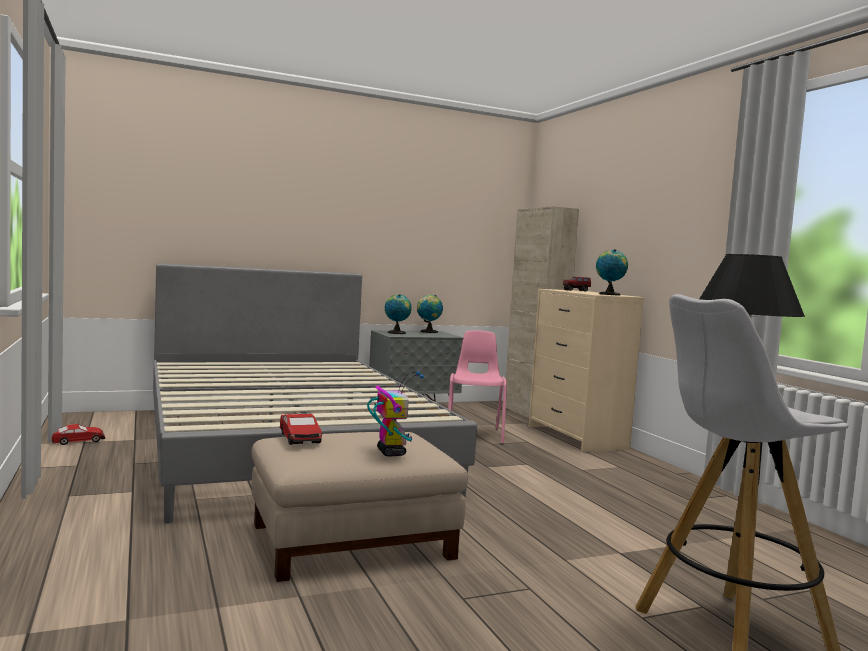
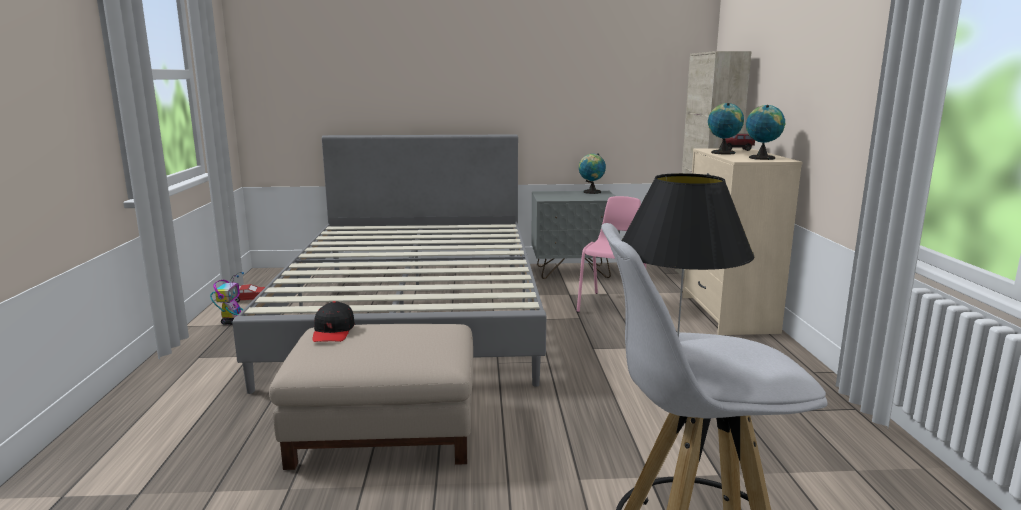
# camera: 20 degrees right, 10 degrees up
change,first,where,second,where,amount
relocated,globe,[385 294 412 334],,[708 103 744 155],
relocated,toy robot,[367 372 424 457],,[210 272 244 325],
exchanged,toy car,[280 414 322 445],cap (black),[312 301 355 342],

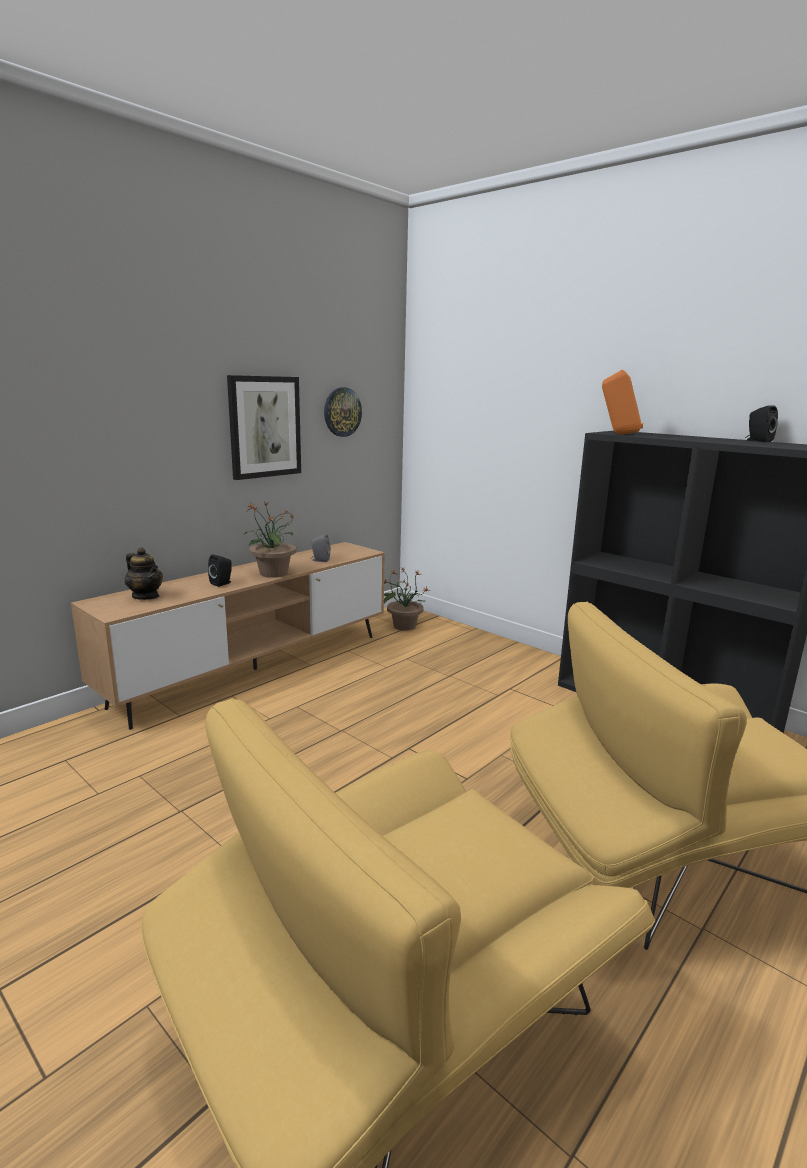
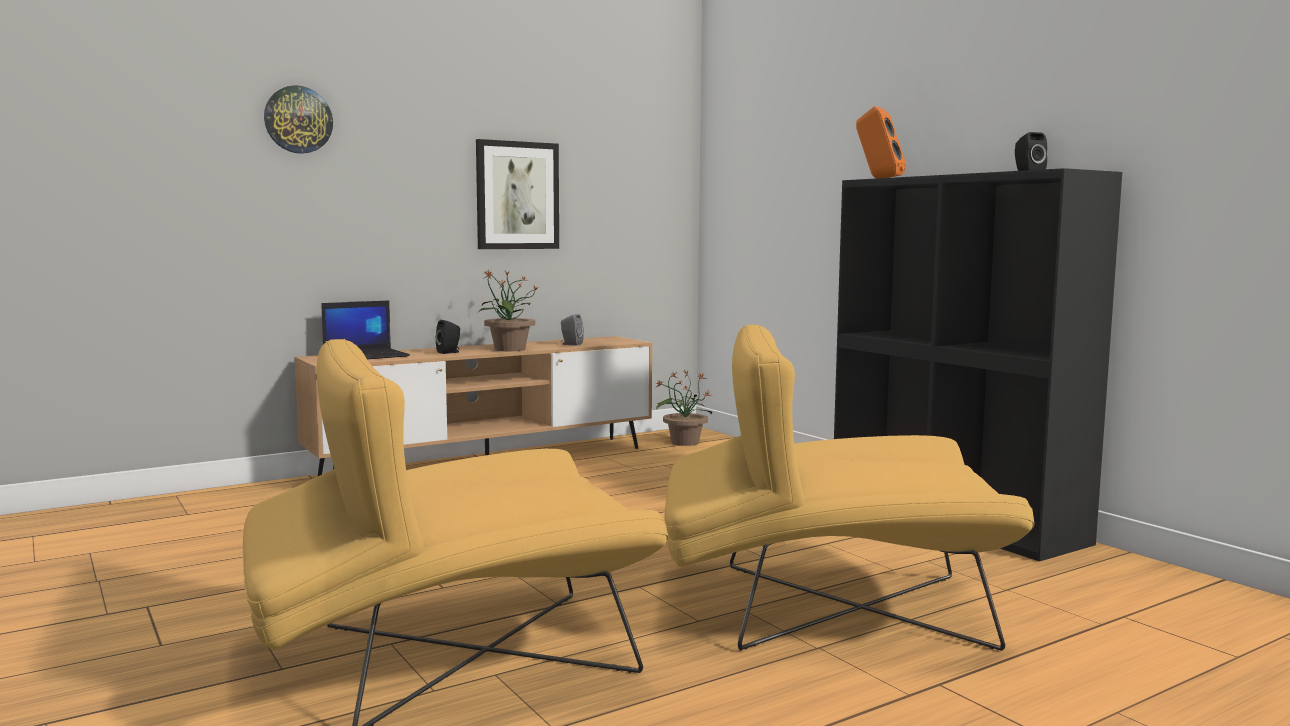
# camera: 15 degrees right, 10 degrees down
change,first,where,second,where,amount
relocated,wall clock,[324 387 362 437],,[264 85 333 154],
exchanged,teapot,[124 547 163 600],laptop,[322 300 410 359],

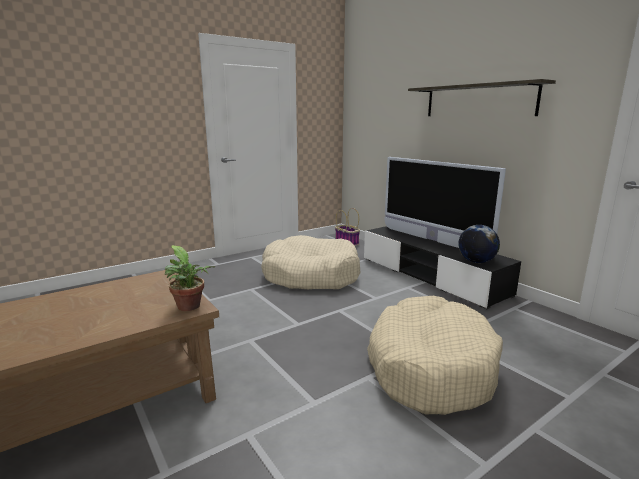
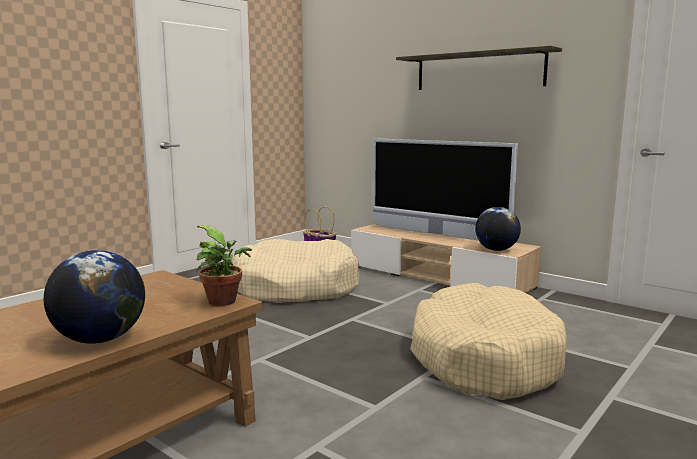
# camera: 15 degrees left, 5 degrees down
change,first,where,second,where,amount
colour,tv stand (black),[364 226 521 309],tv stand (beige),[351 224 541 293],
appeared,,,globe,[43 250 145 344],

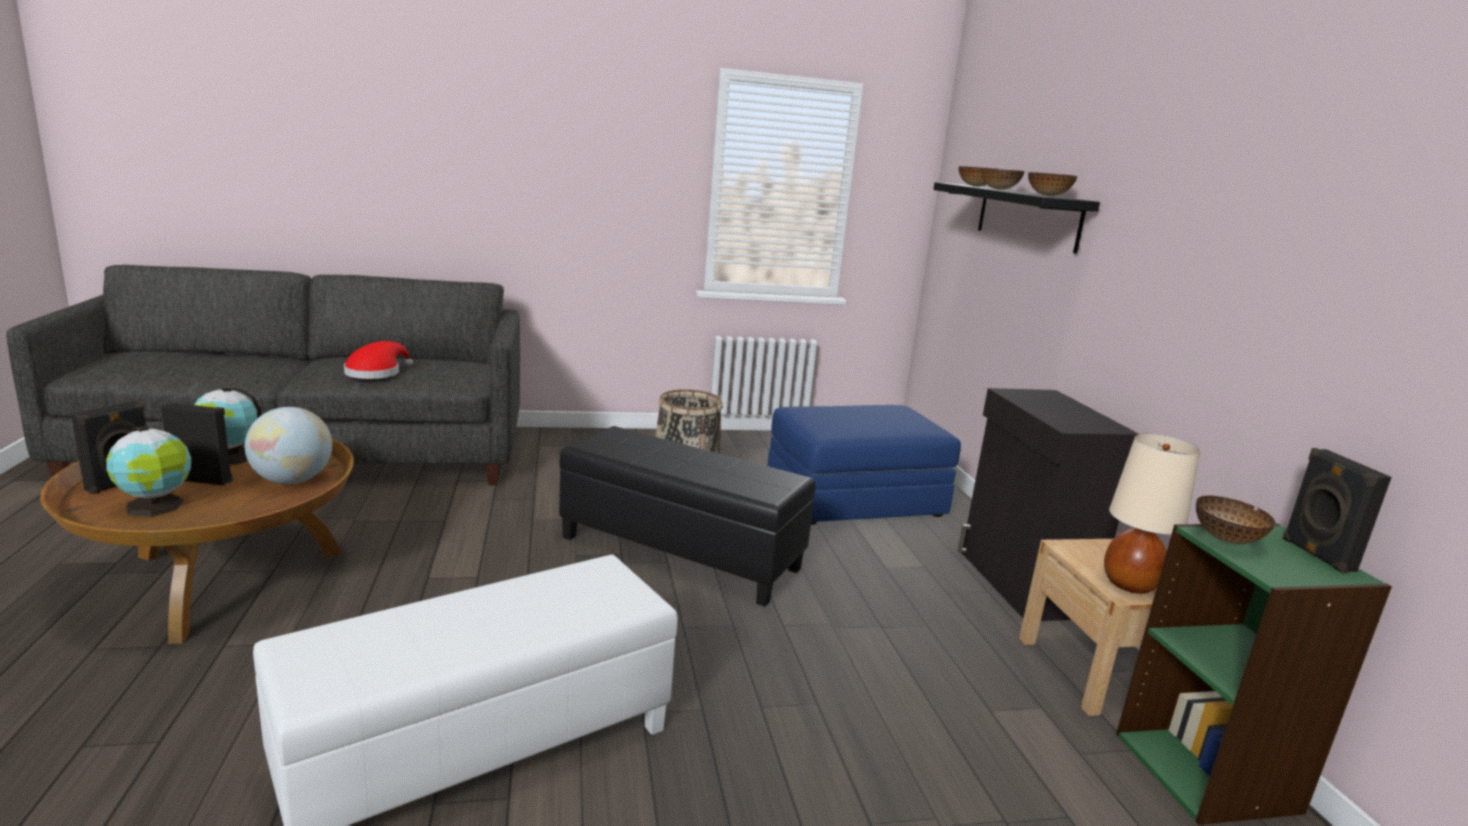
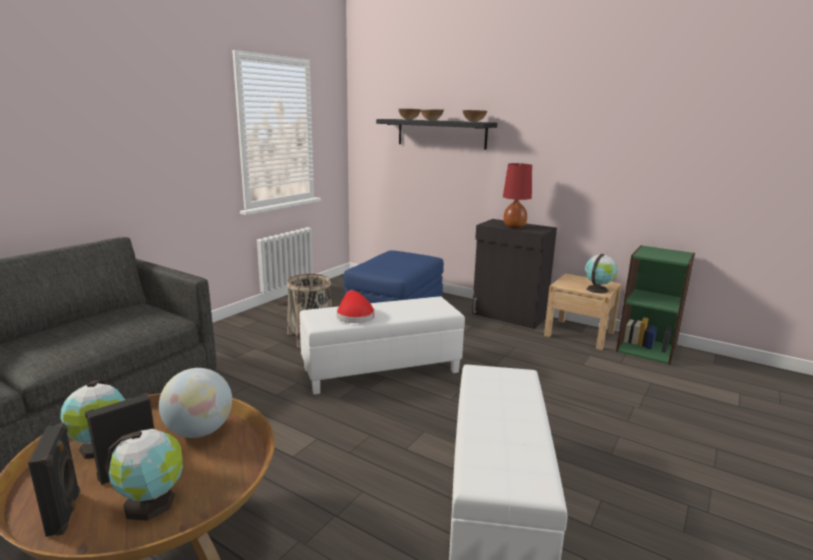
# camera: 45 degrees left, 0 degrees up
change,first,where,second,where,amount
relocated,hat (red),[344 341 413 379],,[337 290 375 323],
colour,ottoman (black),[559 426 816 607],ottoman (white),[299 296 465 394],
exchanged,table lamp (beige),[1104 433 1200 594],globe,[585 254 617 294],
missing,speaker (black),[1282 448 1392 574],,,
missing,bowl,[1196 496 1275 544],,,
appeared,,,table lamp (red),[503 163 532 228],

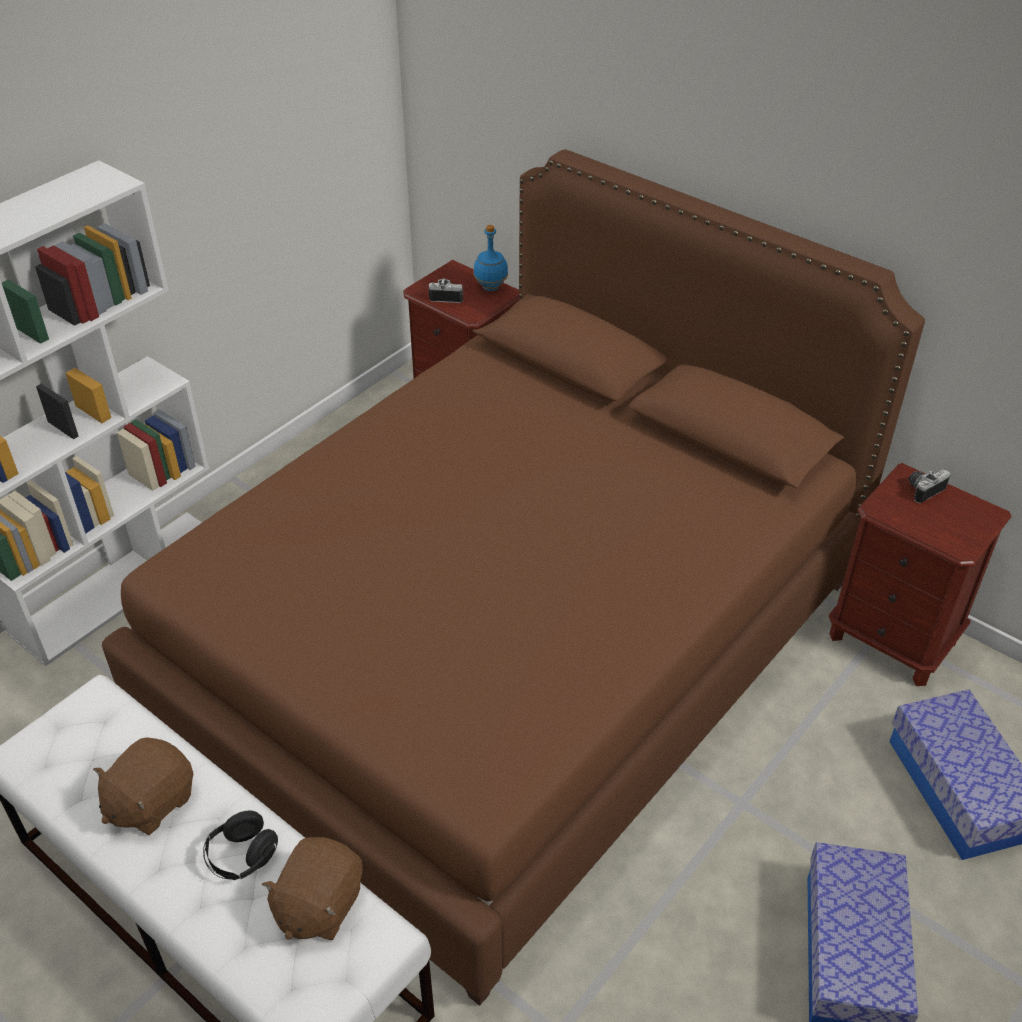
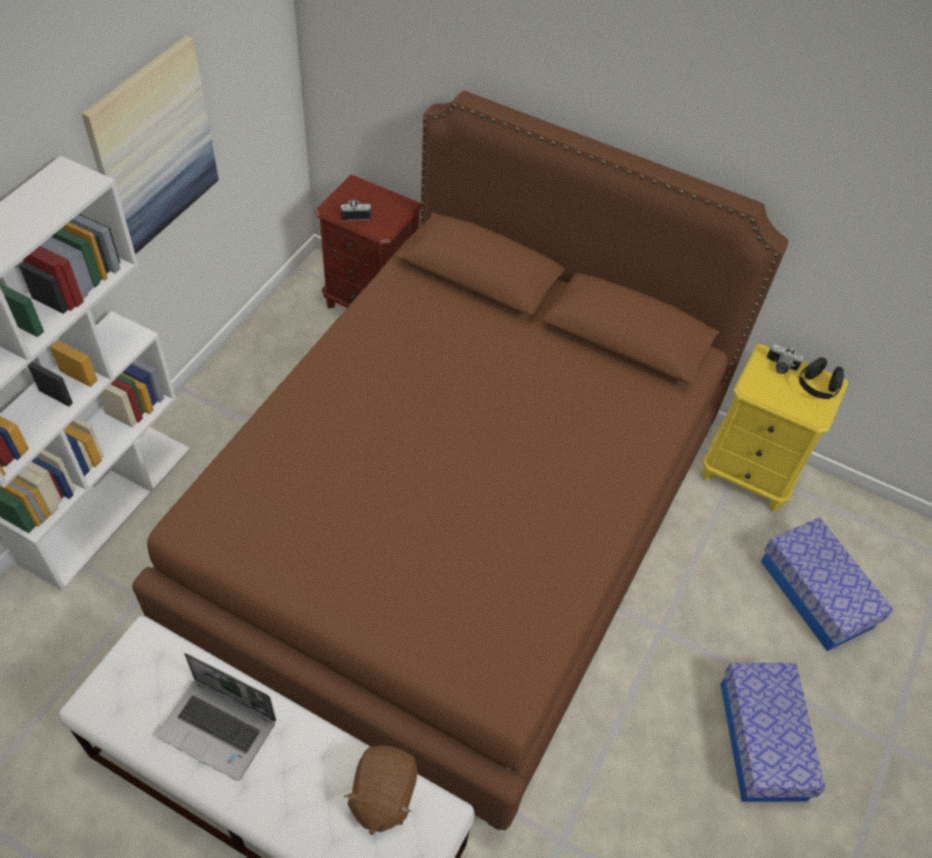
# camera: 15 degrees left, 10 degrees up
change,first,where,second,where,amount
missing,bottle (blue),[474 225 508 291],,,
colour,nightstand (brown),[829 463 1012 686],nightstand (yellow),[702 344 848 511],
spun,photo camera,[908 469 950 503],,[767 344 803 374],105 degrees counterclockwise
exchanged,plush toy (brown),[93 737 193 835],laptop,[156 653 276 781],
relocated,headphones (black),[203 811 278 880],,[798 357 844 399],
appeared,,,picture,[82 36 219 255],

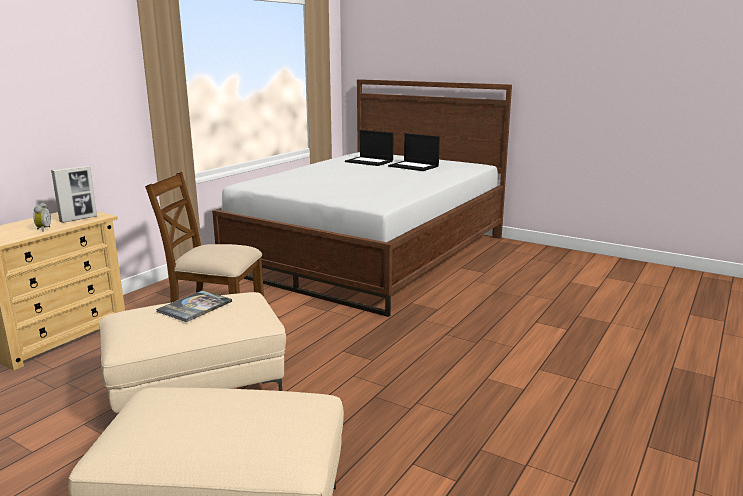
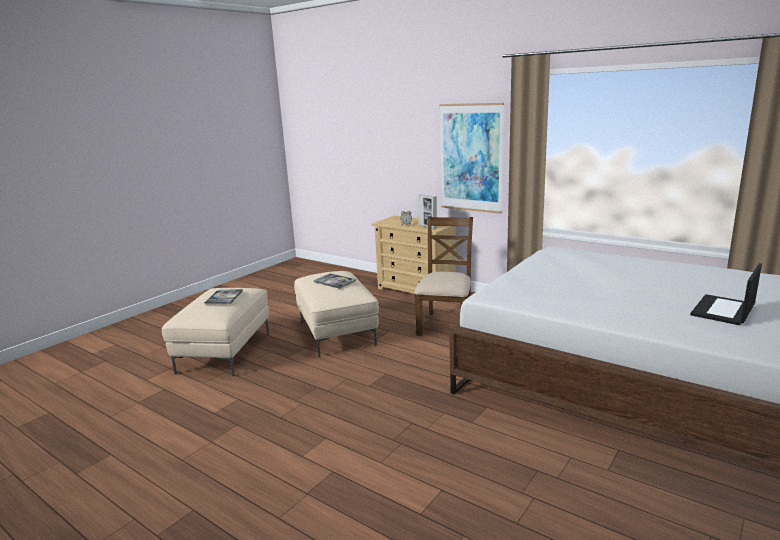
# camera: 95 degrees right, 0 degrees up
change,first,where,second,where,amount
missing,laptop,[345 130 394 166],,,
appeared,,,picture,[439 103 504 214],
appeared,,,book,[204 289 243 304],

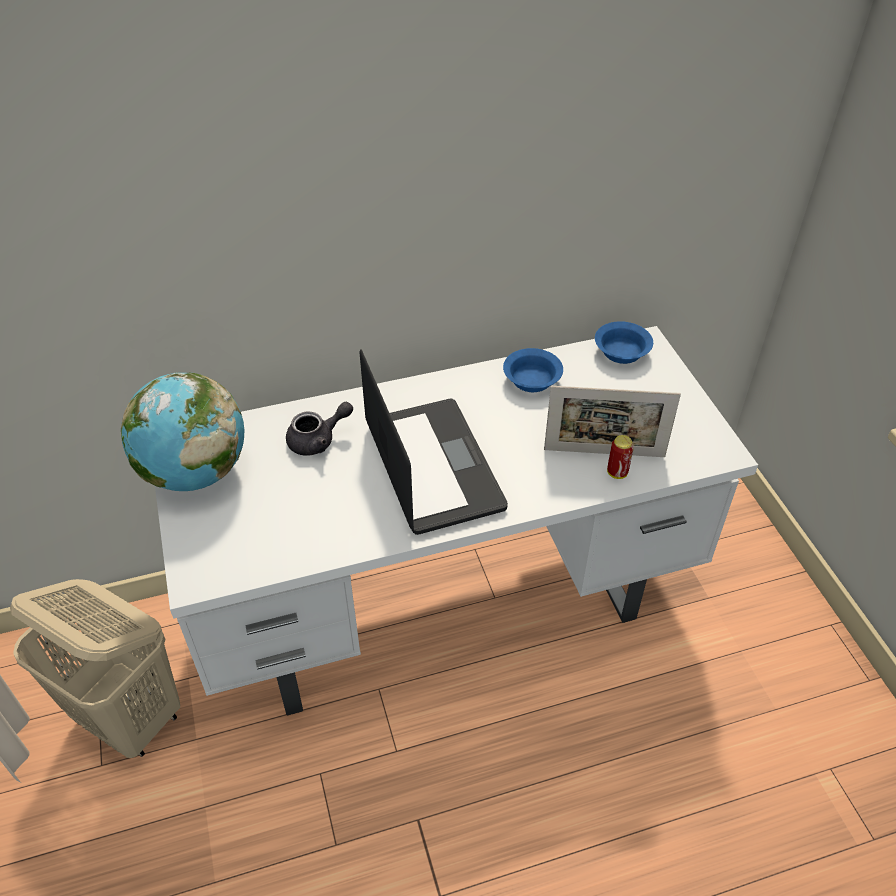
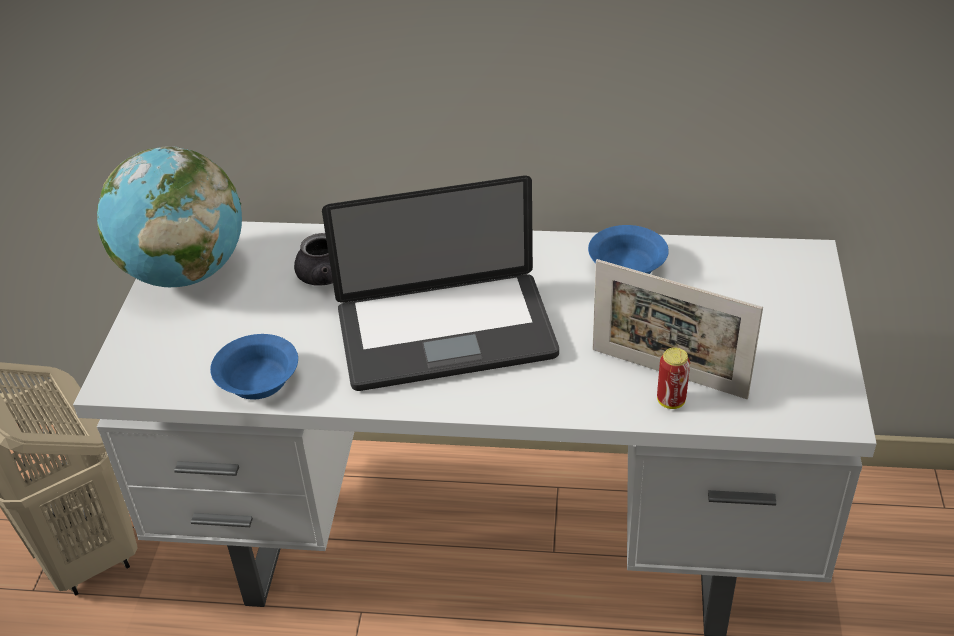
# camera: 25 degrees right, 5 degrees down
change,first,where,second,where,amount
relocated,bowl (blue),[595 321 653 364],,[210 334 298 400],
spun,laptop,[360 349 508 535],,[322 175 559 391],75 degrees clockwise

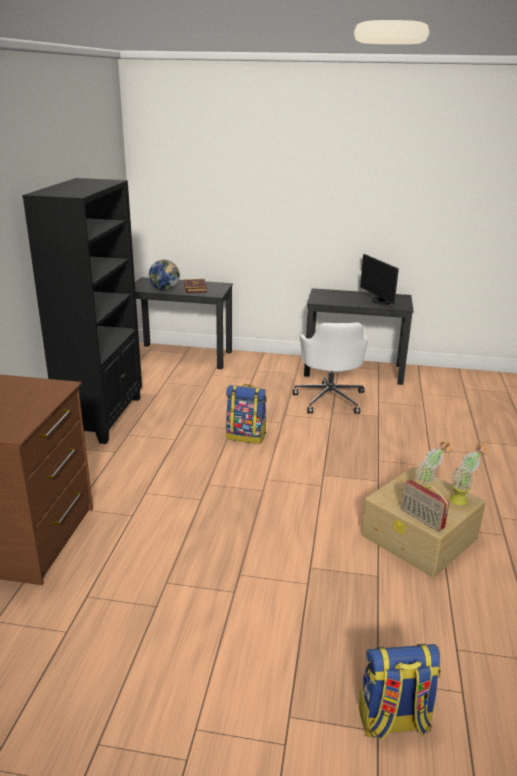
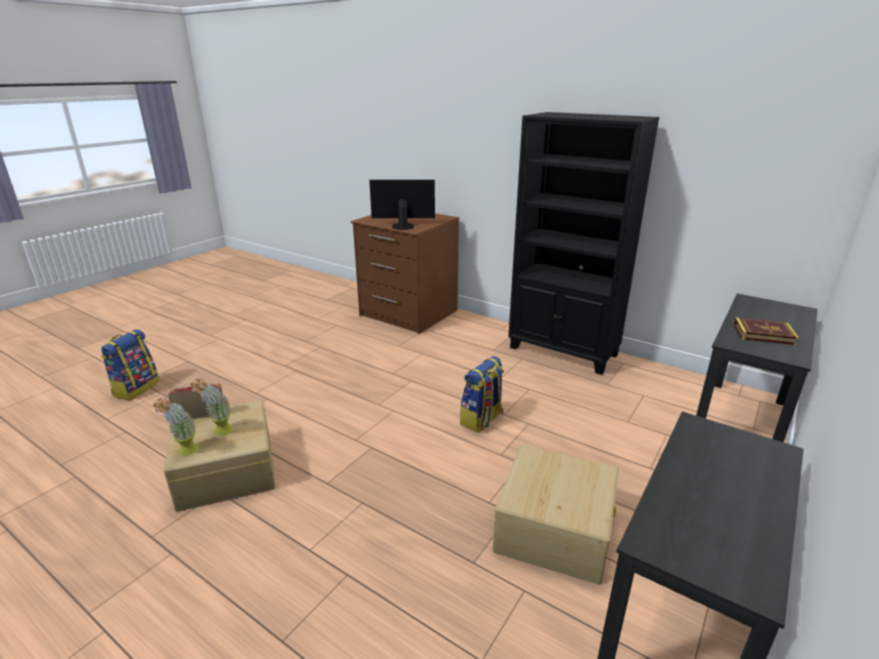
# camera: 115 degrees right, 0 degrees up
change,first,where,second,where,amount
relocated,monitor,[360 254 399 305],,[369 180 435 230],
missing,globe,[149 260 180 291],,,
exchanged,office chair (white),[293 322 368 414],storage box (beige),[492 445 619 585],

